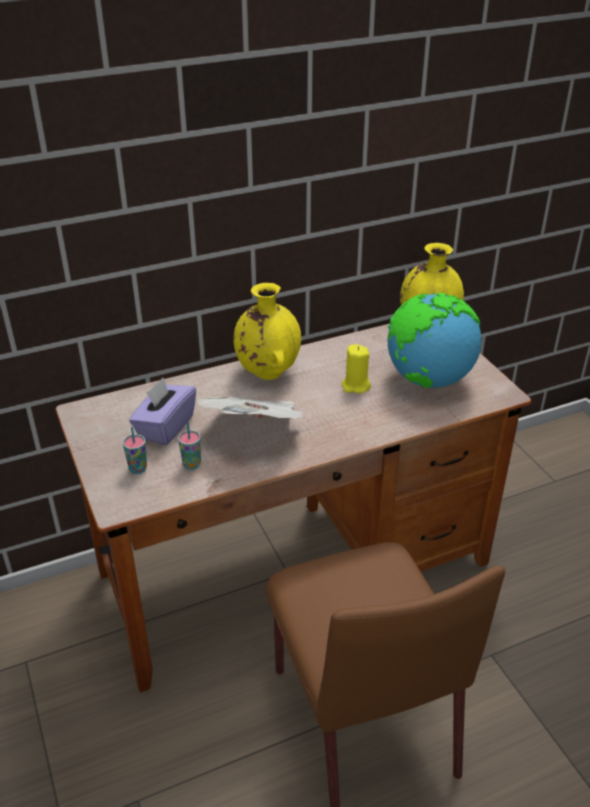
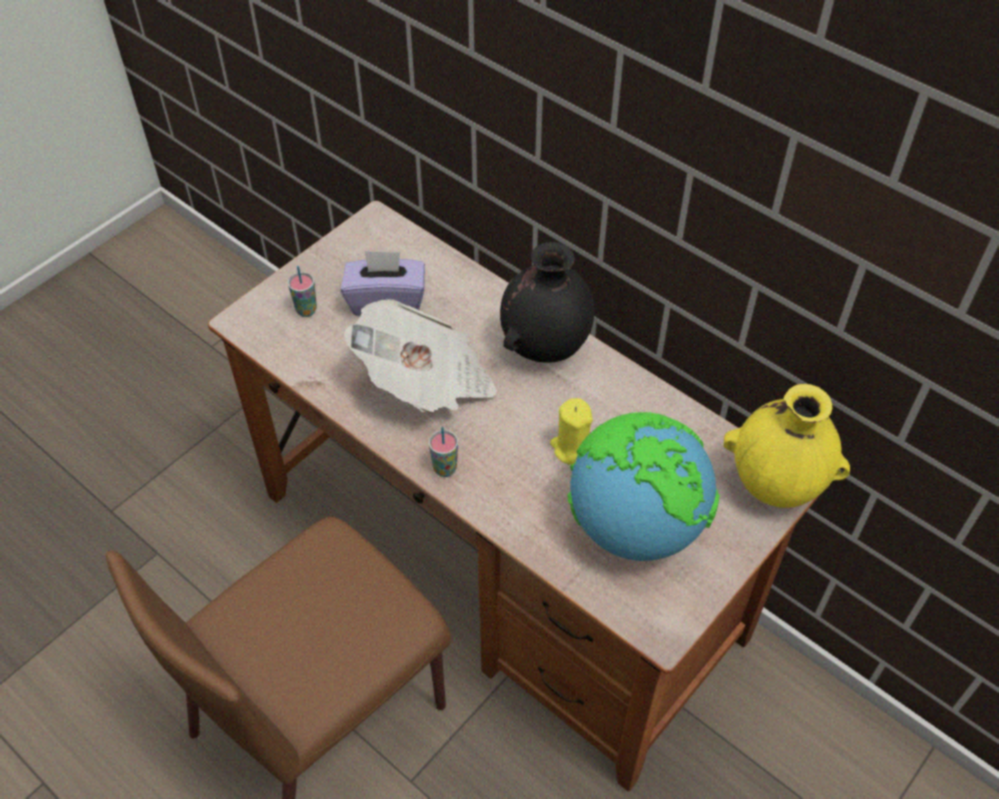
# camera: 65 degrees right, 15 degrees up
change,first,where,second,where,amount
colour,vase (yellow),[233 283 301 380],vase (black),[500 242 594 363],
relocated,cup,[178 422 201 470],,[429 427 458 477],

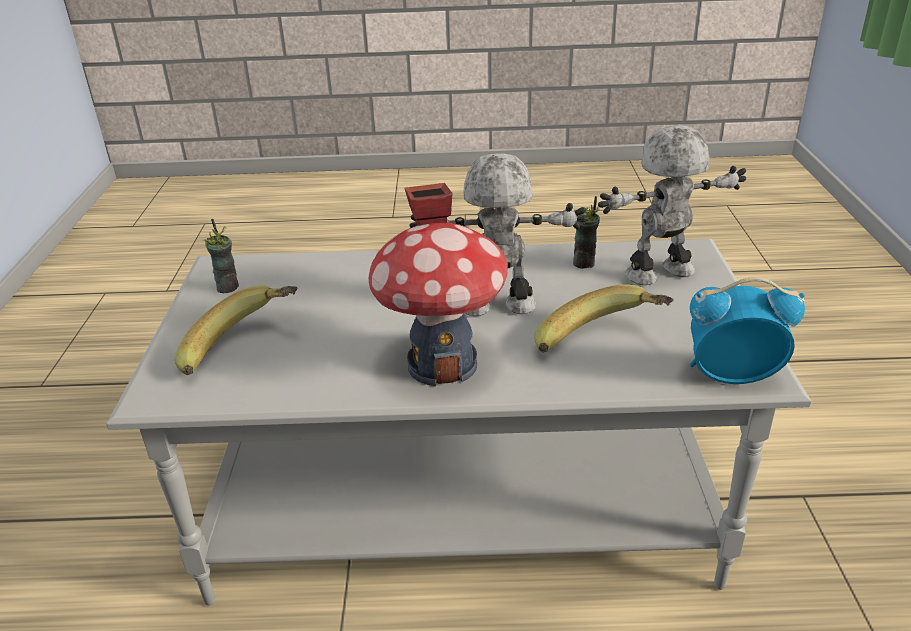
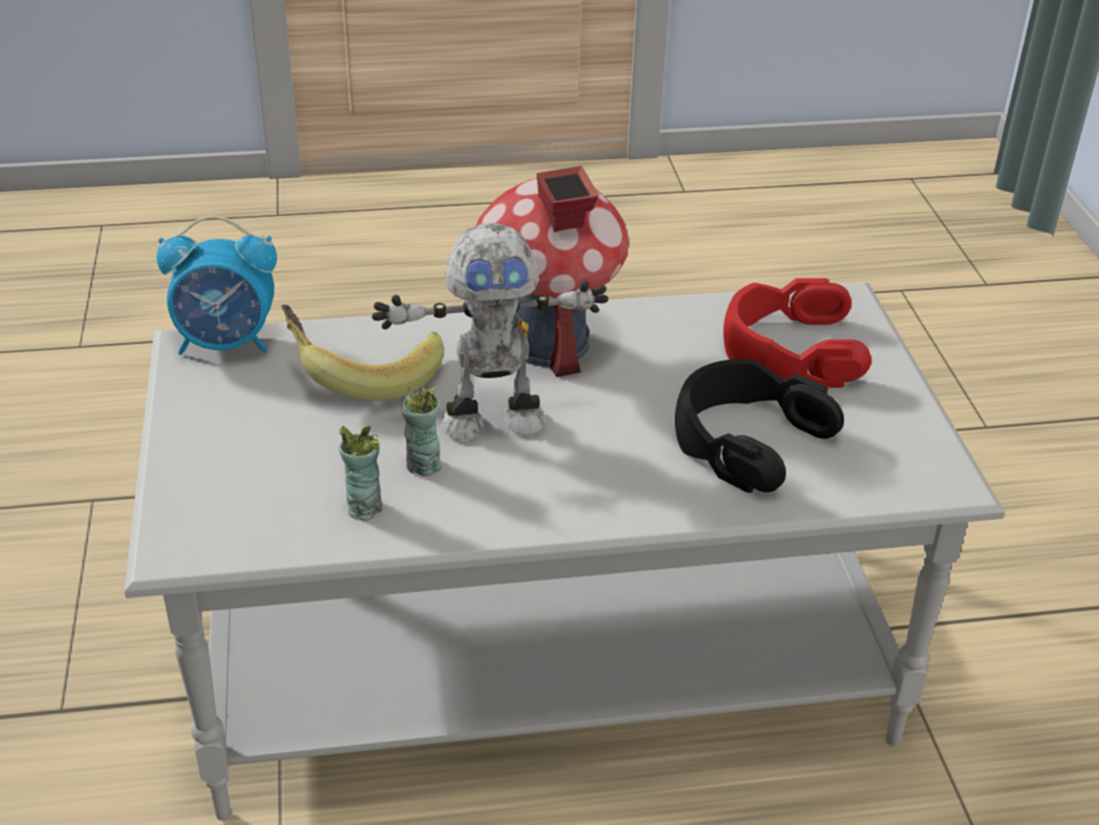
# camera: 170 degrees right, 5 degrees up
change,first,where,second,where,amount
missing,toy robot,[598 125 746 285],,,
relocated,cup,[203 219 239 293],,[401 386 442 476],
exchanged,banana,[174 285 298 375],headphones (red),[723 278 872 388],
appeared,,,headphones (black),[675 359 844 493],

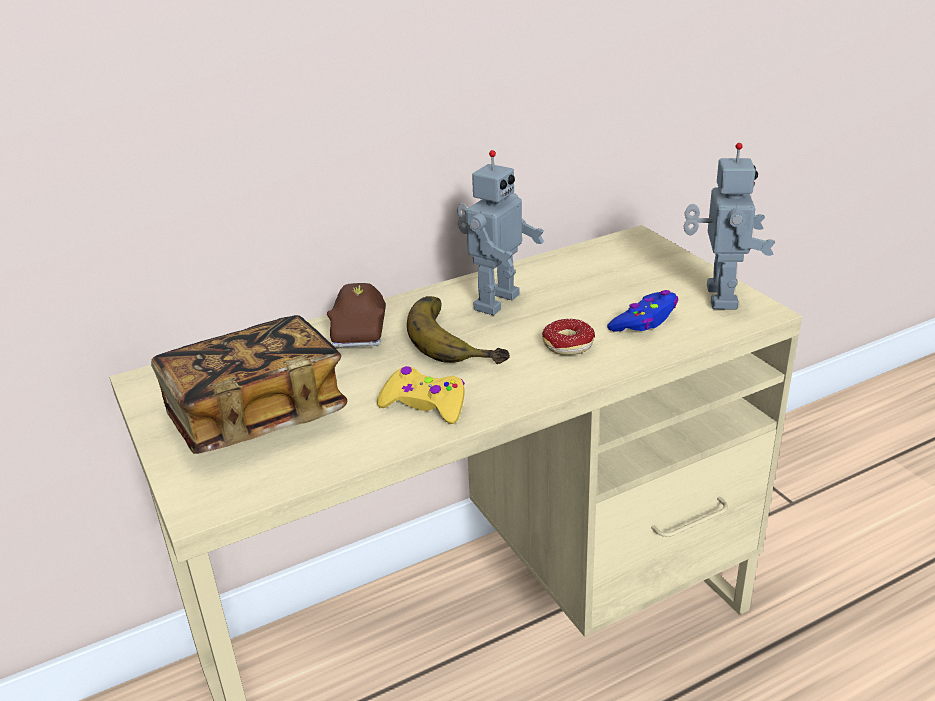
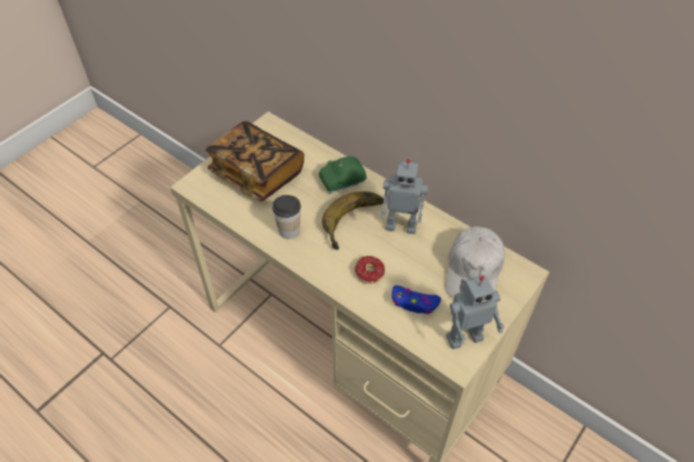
# camera: 65 degrees right, 20 degrees up
change,first,where,second,where,amount
colour,toy car (brown),[327 283 386 347],toy car (green),[319 156 367 193],
exchanged,game controller (yellow),[377 366 465 424],cup,[272 195 301 239],
appeared,,,cap (white),[445 226 505 298],

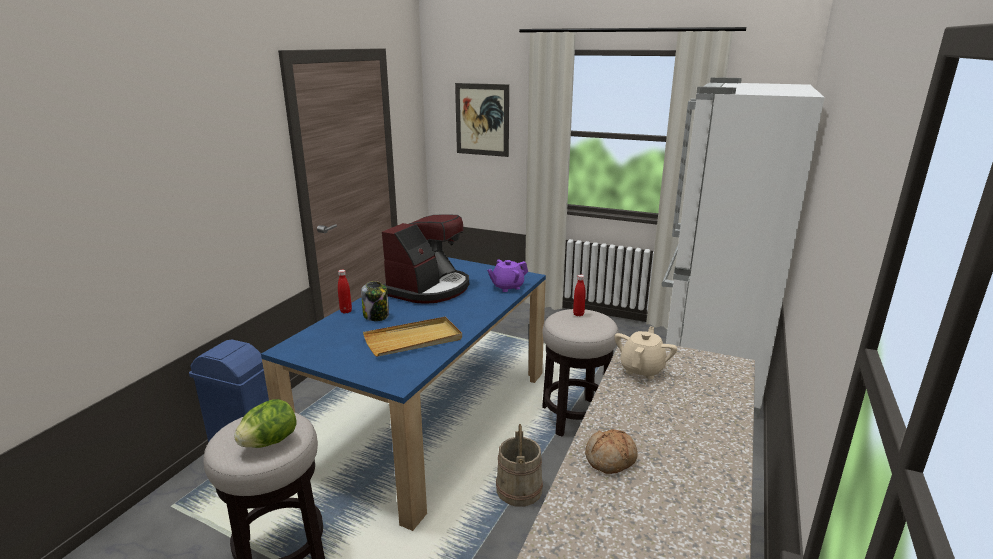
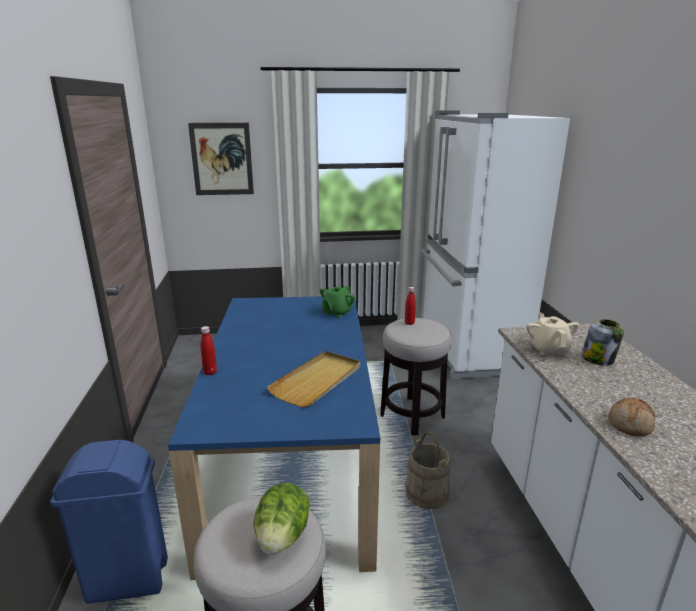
# camera: 30 degrees left, 0 degrees up
change,first,where,second,where,amount
missing,coffee machine,[382 214 469 304],,,
colour,teapot (purple),[487 259 528 292],teapot (green),[320 286 355 318],
relocated,jar,[361 281 389 321],,[581 319 624 366],

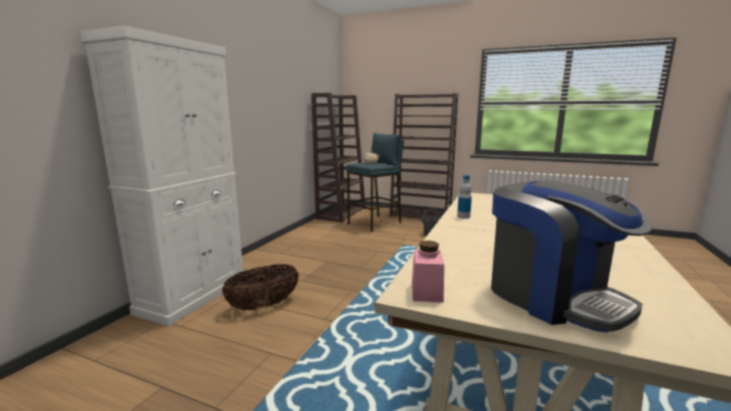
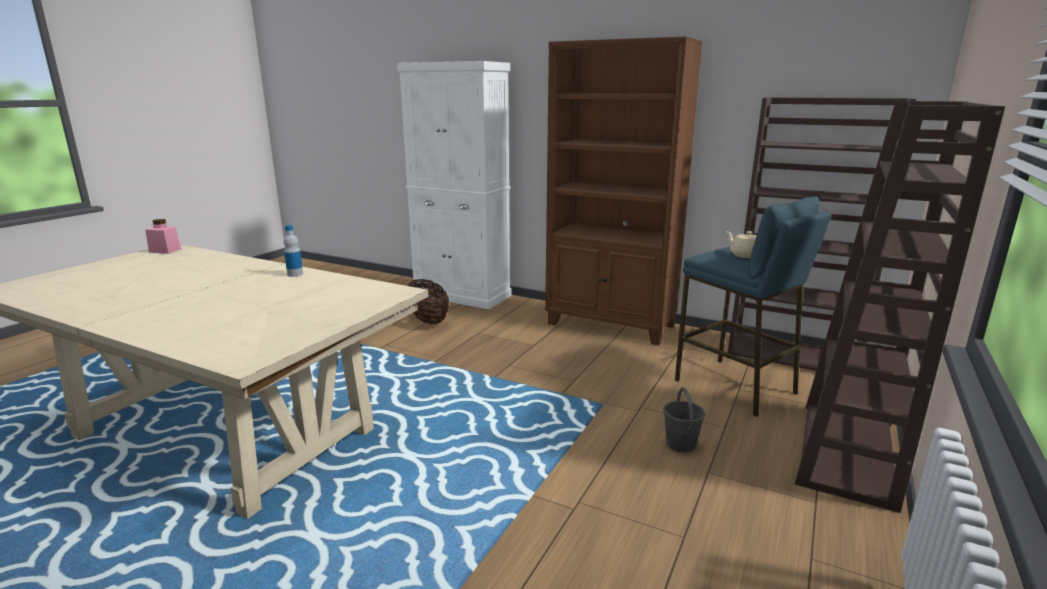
# camera: 95 degrees right, 5 degrees up
change,first,where,second,where,amount
missing,coffee machine,[491 180 652 333],,,
appeared,,,bookcase (brown),[545 36 703 346],

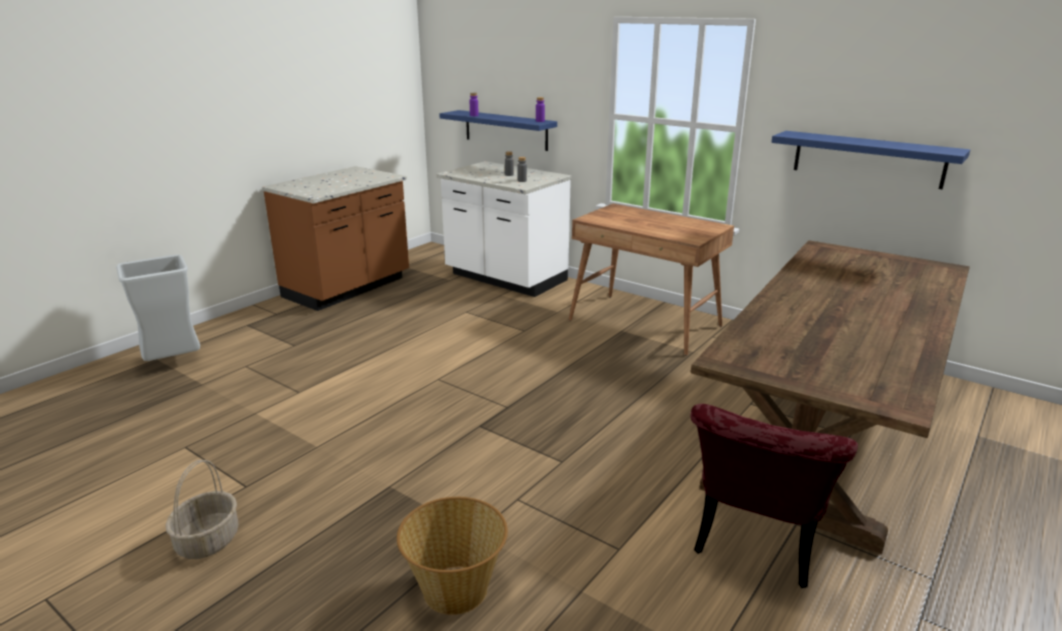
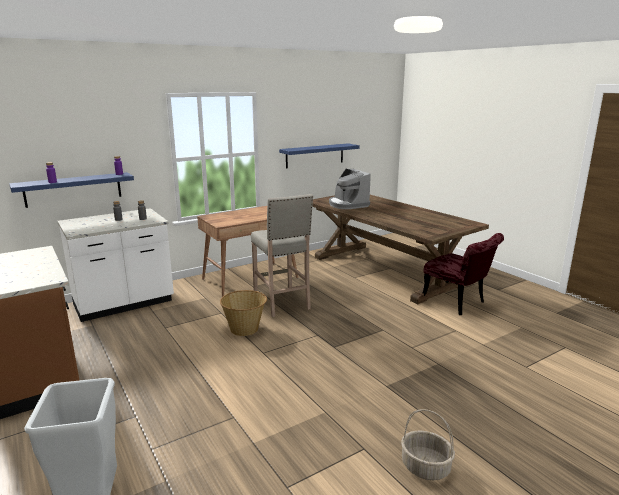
# camera: 70 degrees left, 5 degrees down
change,first,where,second,where,amount
relocated,basket,[397 497 508 615],,[220 290 267 336],
appeared,,,coffee machine,[329 169 371 209],
appeared,,,stool (beige),[251 194 313 317],

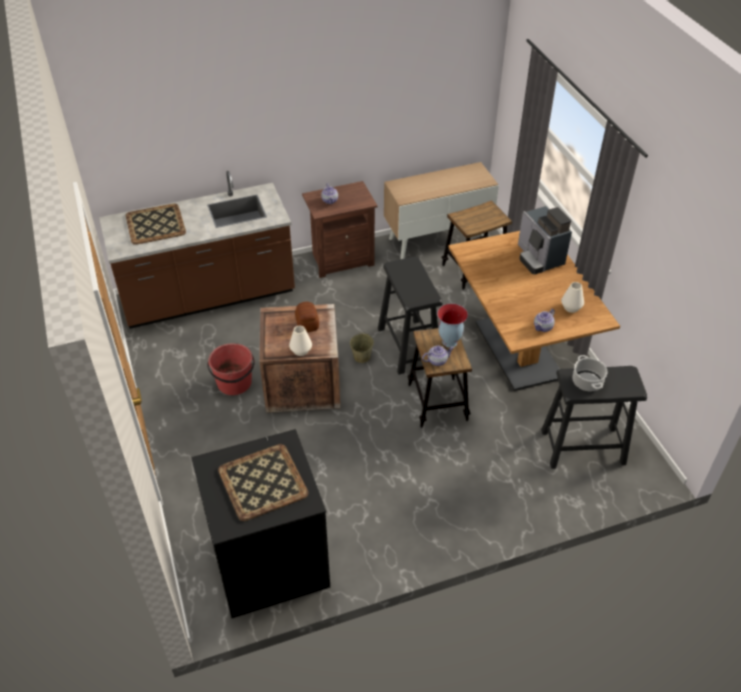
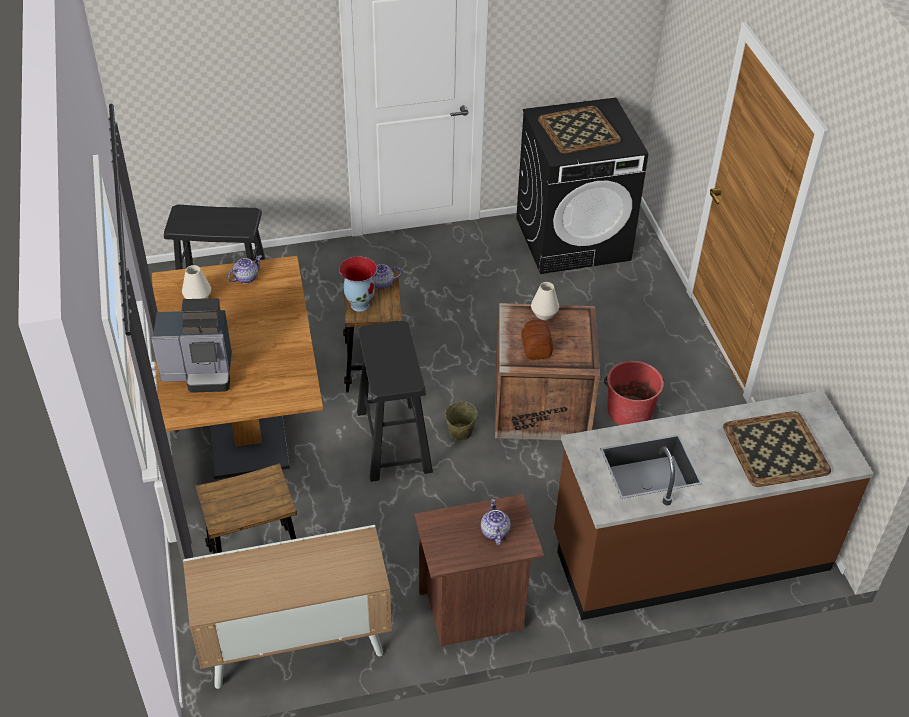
# camera: 175 degrees left, 0 degrees up
change,first,where,second,where,amount
spun,coffee machine,[518 206 572 274],,[151 298 232 393],105 degrees clockwise
missing,cooking pot,[573 355 608 392],,,

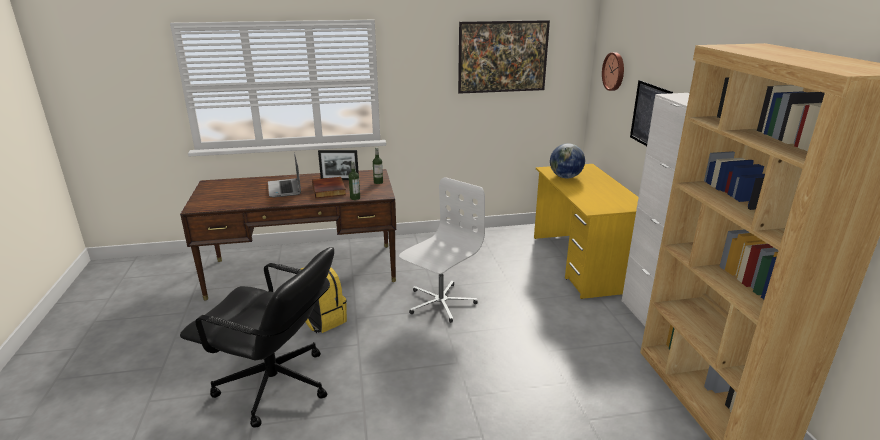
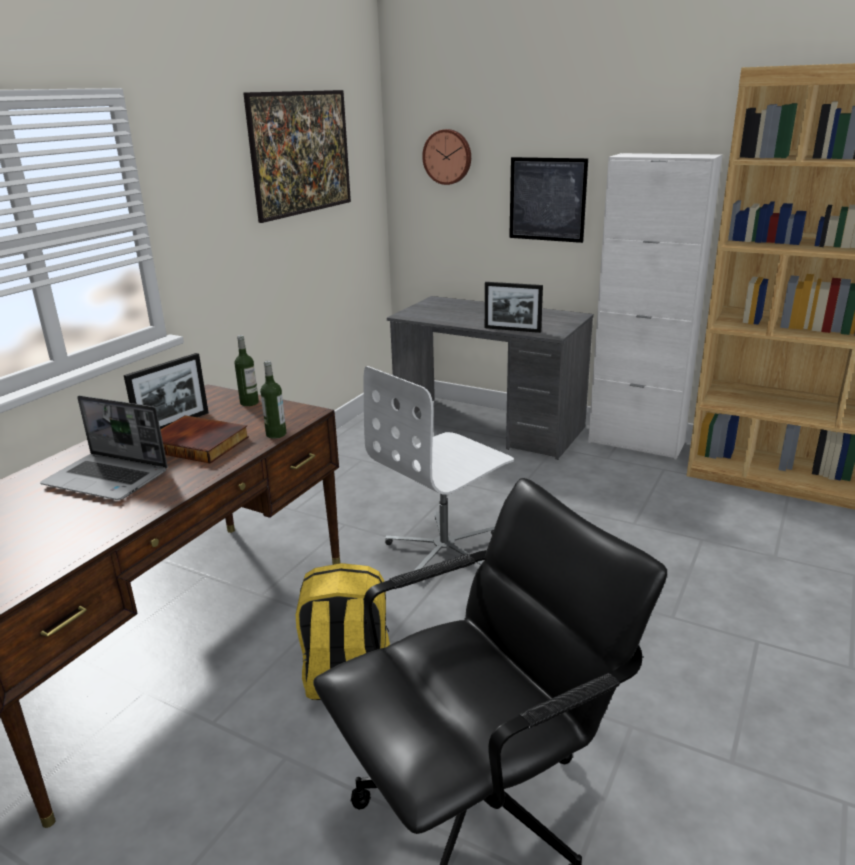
# camera: 50 degrees left, 0 degrees up
change,first,where,second,where,amount
missing,globe,[550 143 585 178],,,
colour,desk (yellow),[534 164 638 299],desk (grey),[387 296 594 460],
spun,office chair (white),[399 177 485 323],,[363 366 514 571],120 degrees counterclockwise
appeared,,,picture frame,[485 282 543 333],

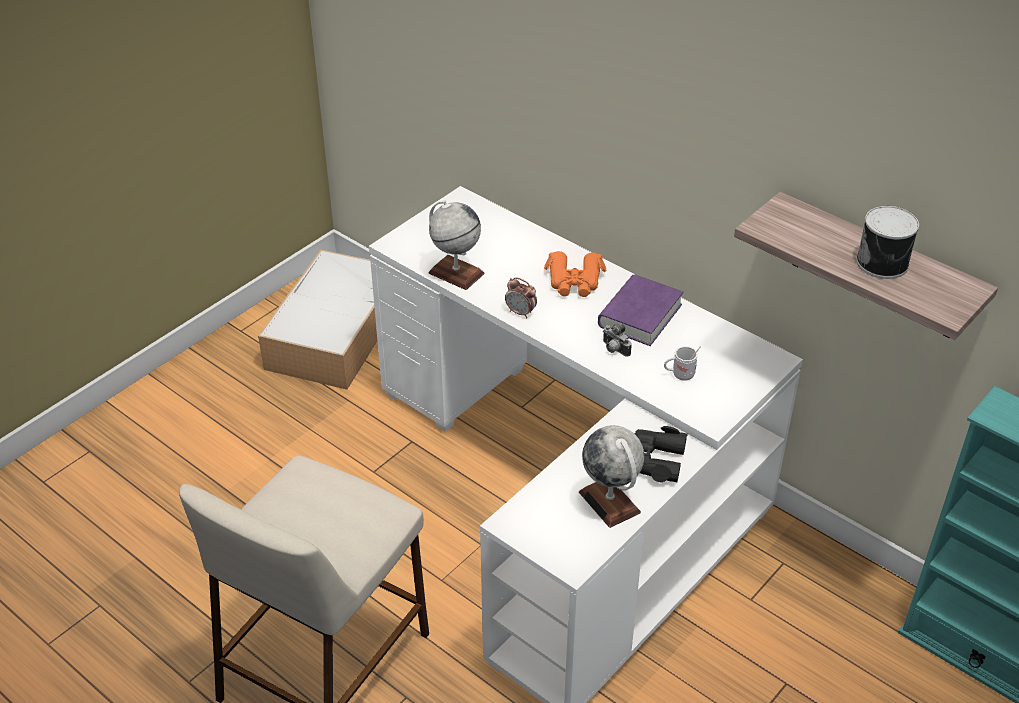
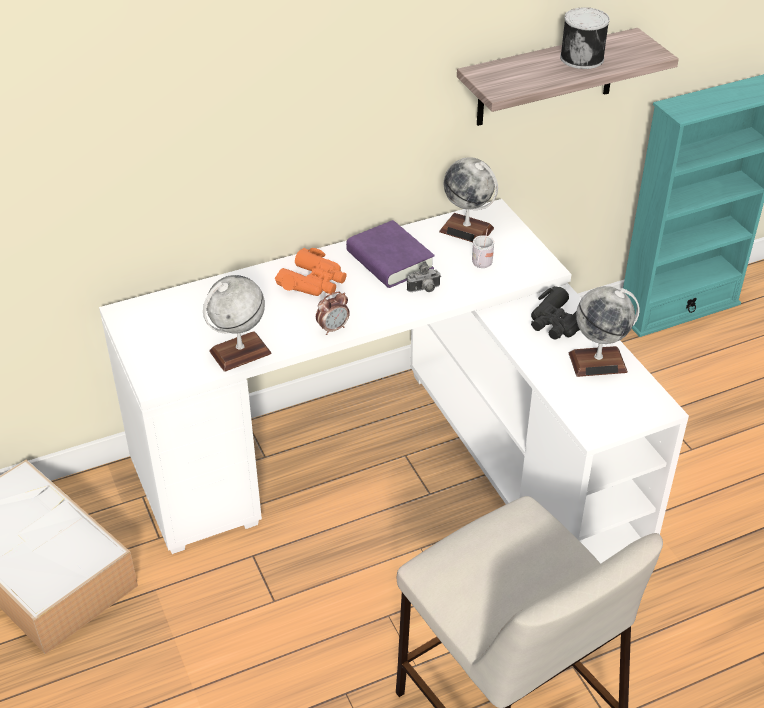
# camera: 65 degrees left, 0 degrees up
change,first,where,second,where,amount
appeared,,,globe,[439 157 498 242],

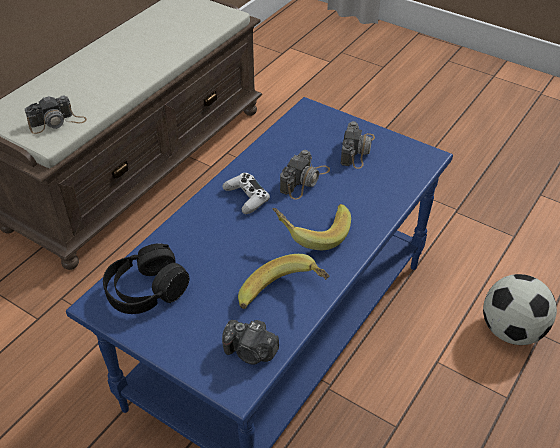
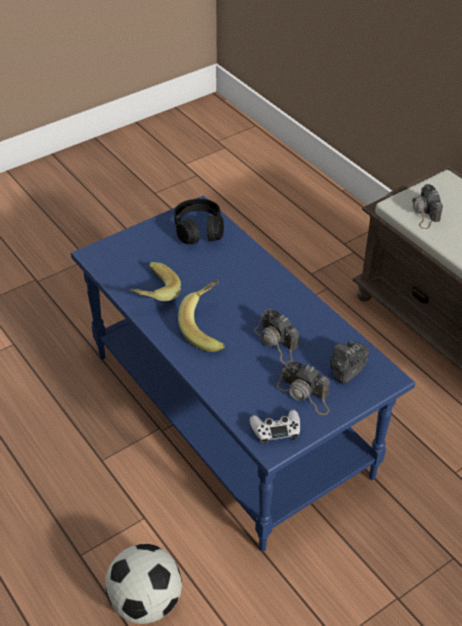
# camera: 110 degrees right, 0 degrees up
change,first,where,second,where,amount
relocated,game controller (white),[222 173 270 214],,[249 410 300 444],
relocated,photo camera,[222 320 279 365],,[330 341 370 385],

